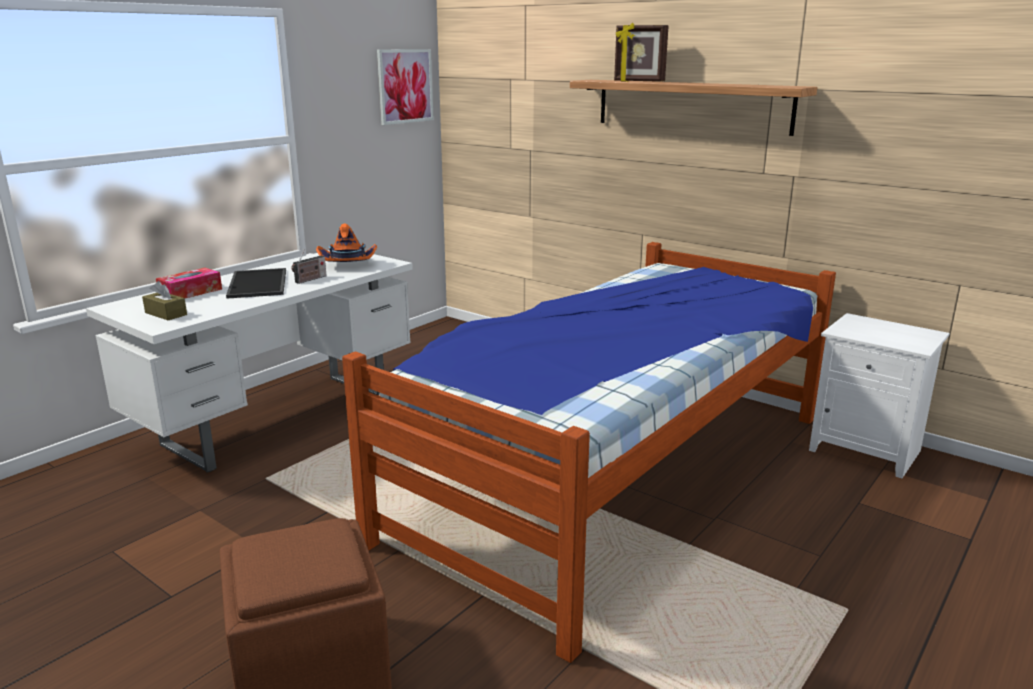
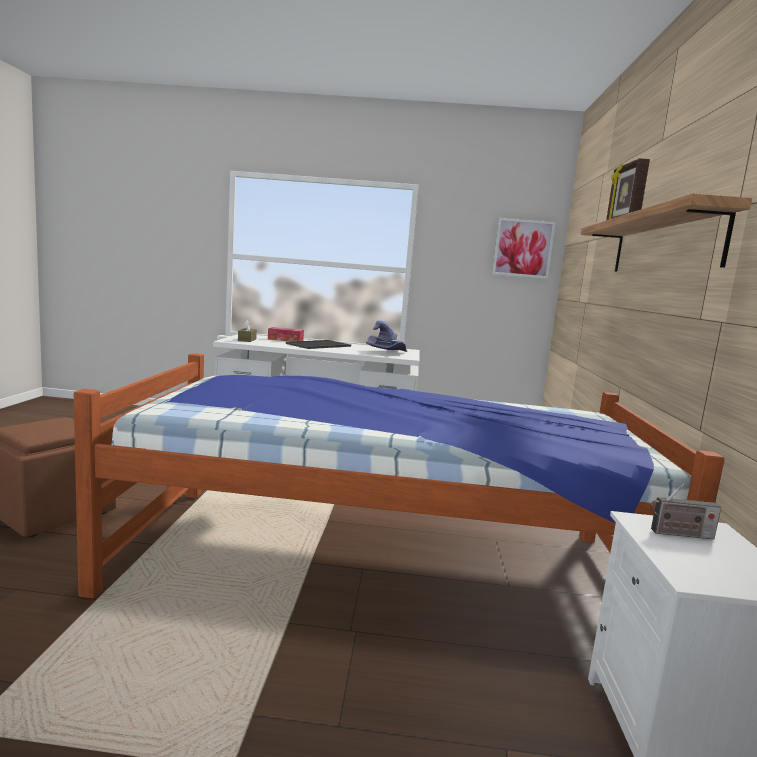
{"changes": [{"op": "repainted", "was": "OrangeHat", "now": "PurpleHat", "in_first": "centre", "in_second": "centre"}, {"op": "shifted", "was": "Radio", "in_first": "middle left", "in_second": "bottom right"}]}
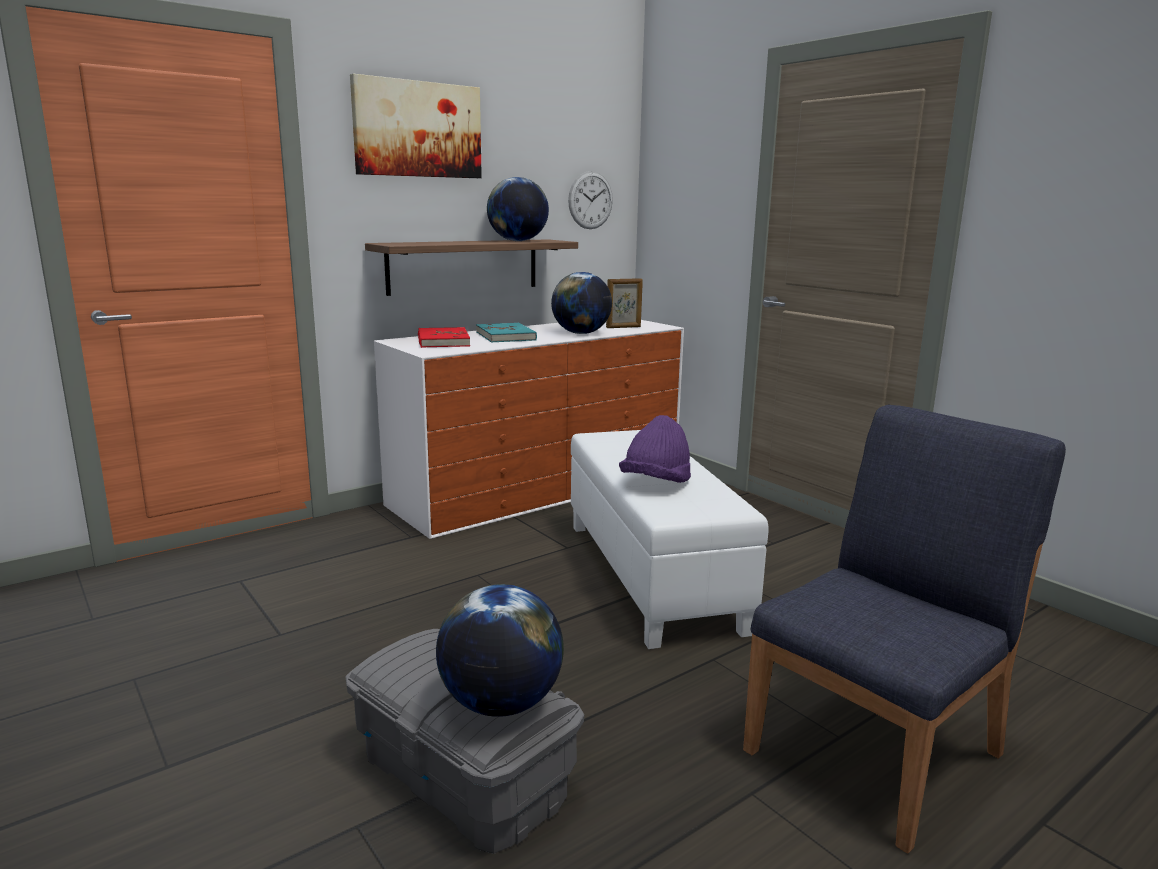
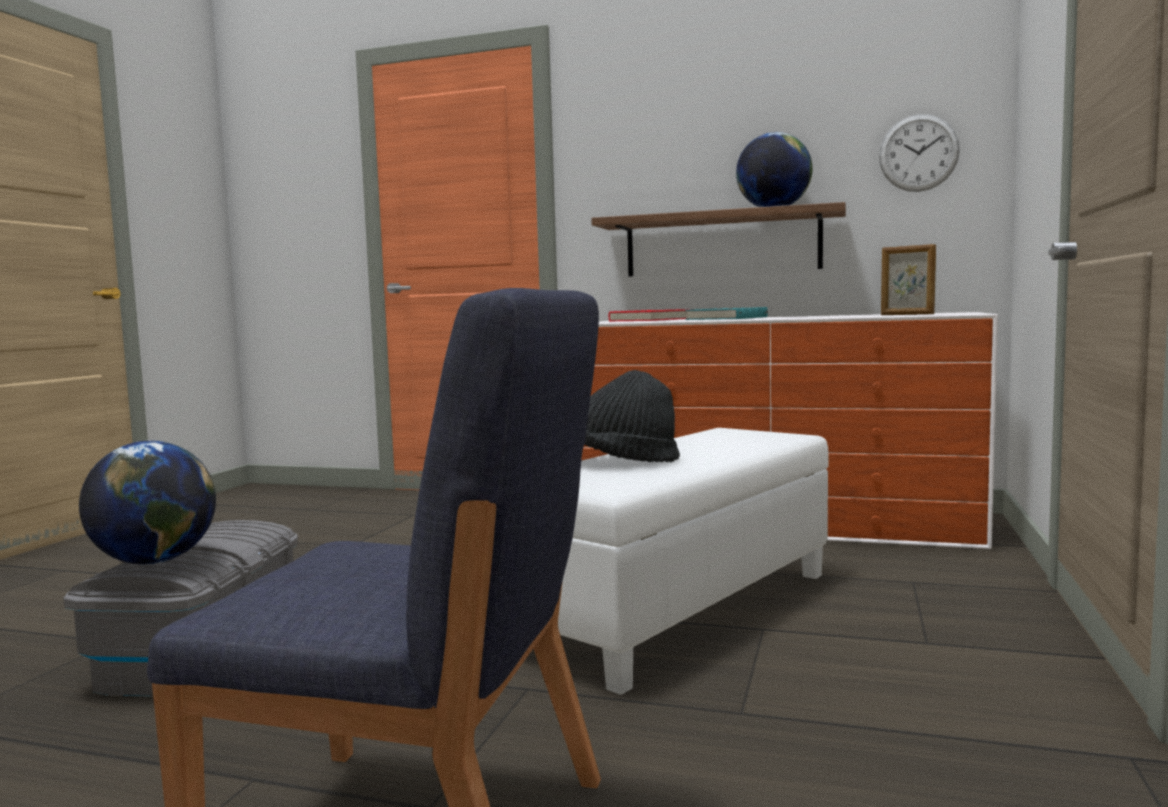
{"changes": [{"op": "gone", "was": "Picture", "in_first": "top centre"}, {"op": "gone", "was": "Globe (no. 3 from left)", "in_first": "centre"}, {"op": "repainted", "was": "PurpleHat", "now": "BlackHat", "in_first": "centre", "in_second": "centre"}]}
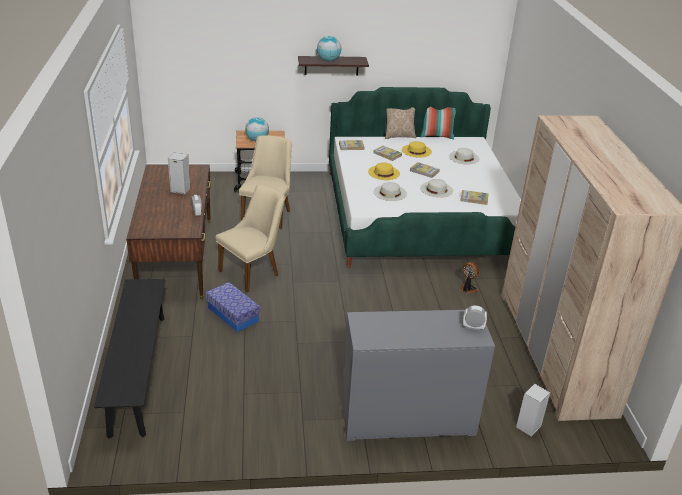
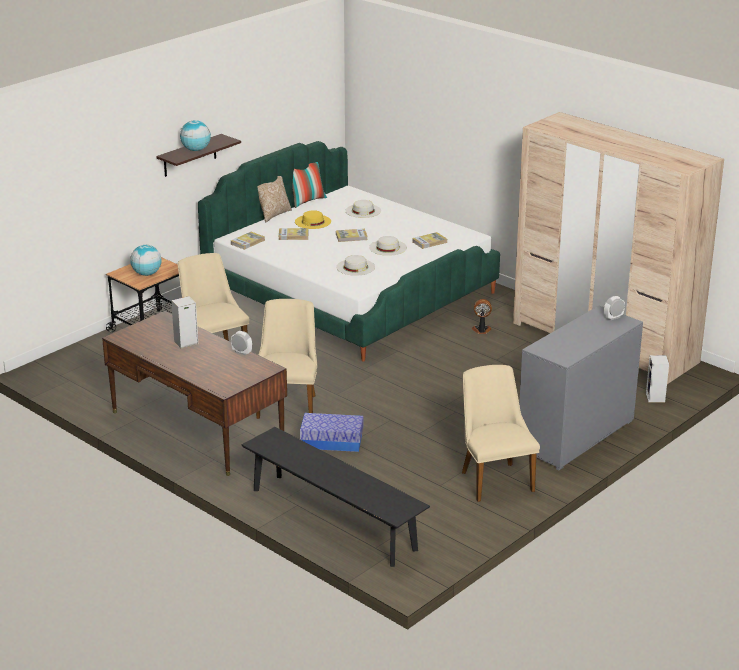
{"changes": [{"op": "gone", "was": "YellowHat (no. 1 from left)", "in_first": "centre"}, {"op": "new", "now": "BeigeChair (no. 3 from left)", "in_second": "middle right"}]}
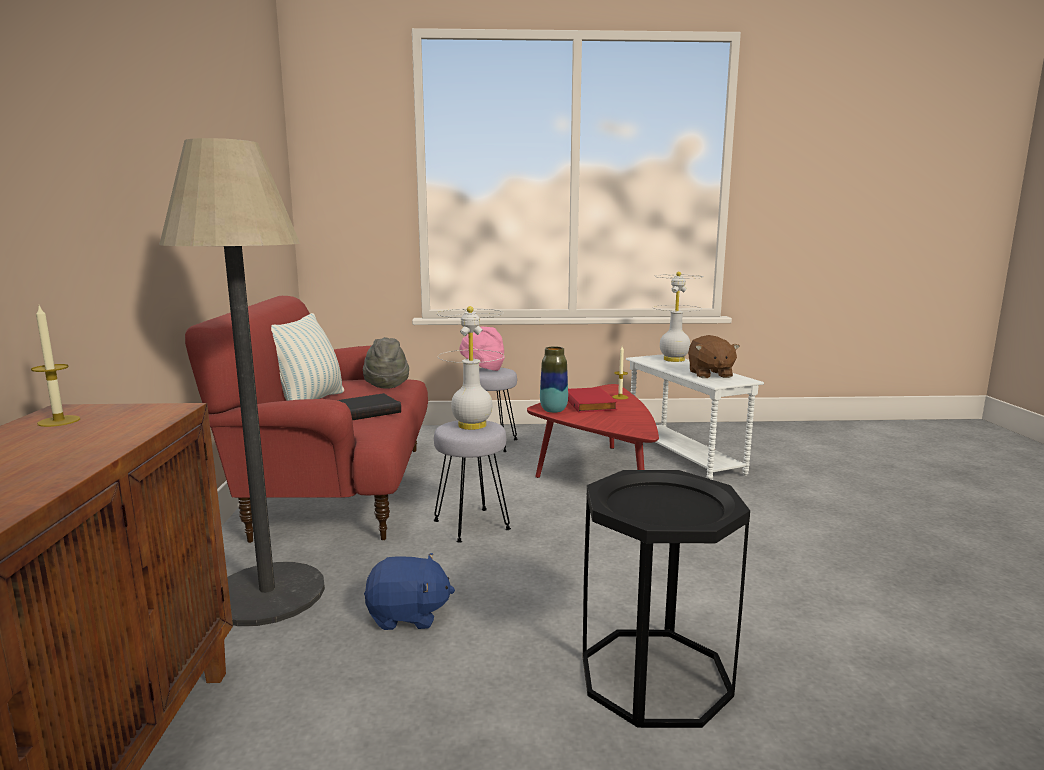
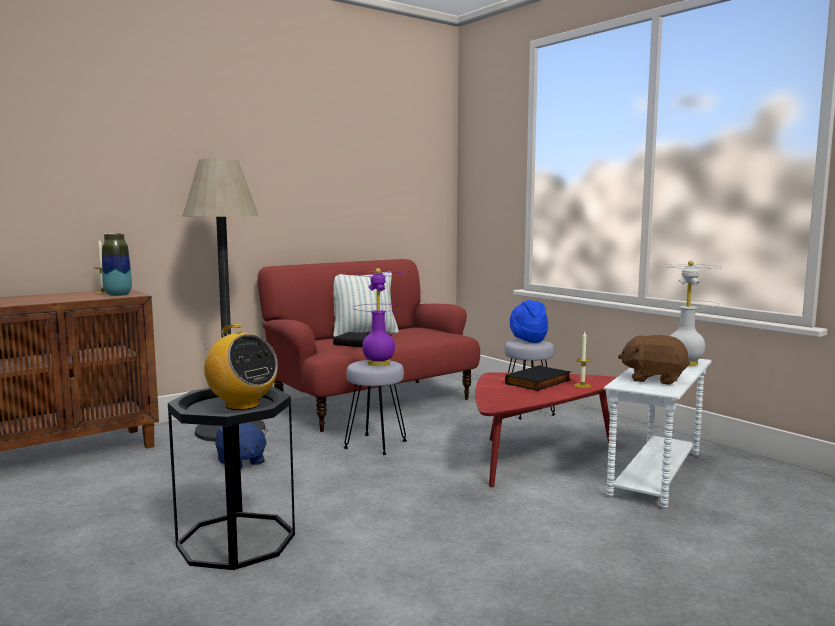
{"changes": [{"op": "repainted", "was": "WhiteTableLamp (no. 1 from left)", "now": "PurpleTableLamp", "in_first": "centre", "in_second": "centre"}, {"op": "repainted", "was": "PinkHat", "now": "BlueHat", "in_first": "centre", "in_second": "centre"}, {"op": "rotated", "was": "BrownPlushToy", "in_first": "middle right", "in_second": "middle right", "clockwise": 60}, {"op": "gone", "was": "GreyHat", "in_first": "centre"}, {"op": "shifted", "was": "Vase", "in_first": "centre", "in_second": "middle left"}, {"op": "repainted", "was": "RedBook", "now": "BlackBook (no. 2 from left)", "in_first": "centre", "in_second": "centre"}, {"op": "new", "now": "Radio", "in_second": "middle left"}]}
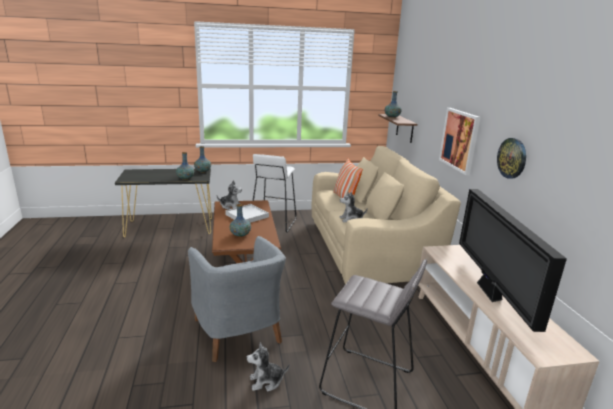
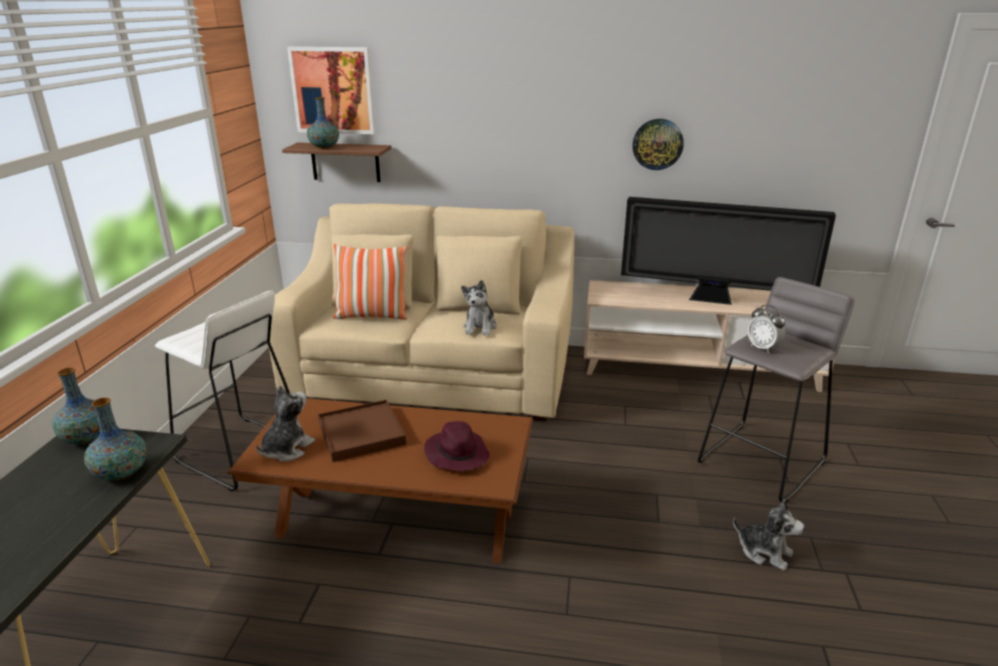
{"changes": [{"op": "shifted", "was": "Picture", "in_first": "middle right", "in_second": "top left"}, {"op": "repainted", "was": "WhiteTray", "now": "BrownTray", "in_first": "centre", "in_second": "centre"}, {"op": "swapped", "was": "Vase (no. 3 from left)", "now": "PurpleHat", "in_first": "centre", "in_second": "bottom centre"}, {"op": "gone", "was": "GreyArmchair", "in_first": "bottom centre"}, {"op": "rotated", "was": "PlushToy (no. 2 from left in the first image)", "in_first": "bottom centre", "in_second": "bottom right", "clockwise": -60}, {"op": "new", "now": "AlarmClock", "in_second": "middle right"}]}
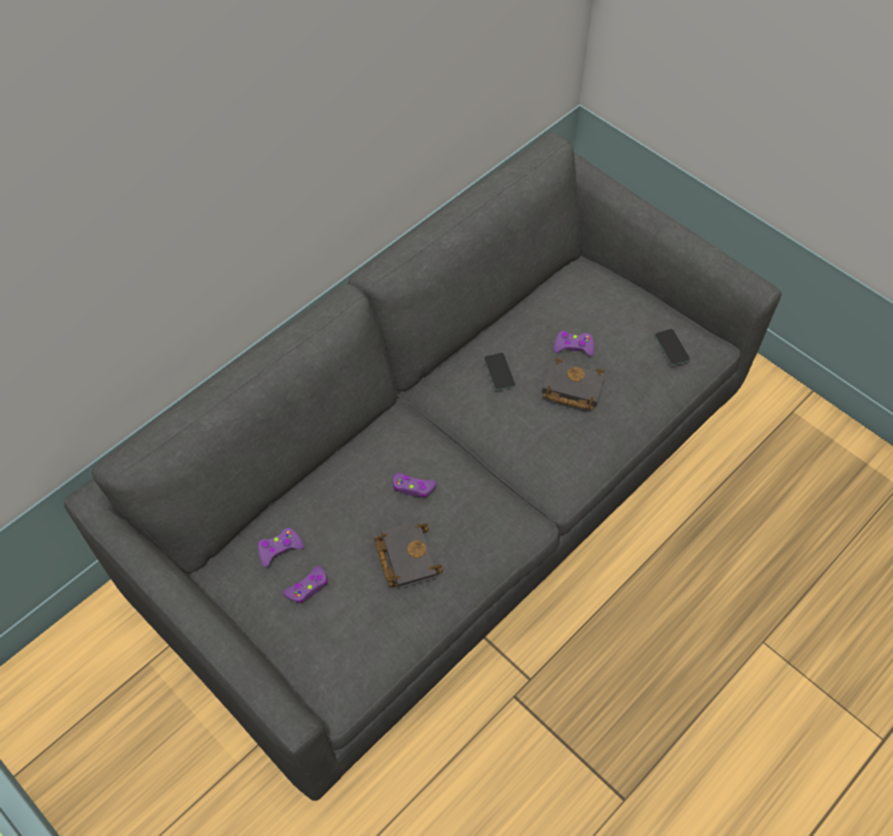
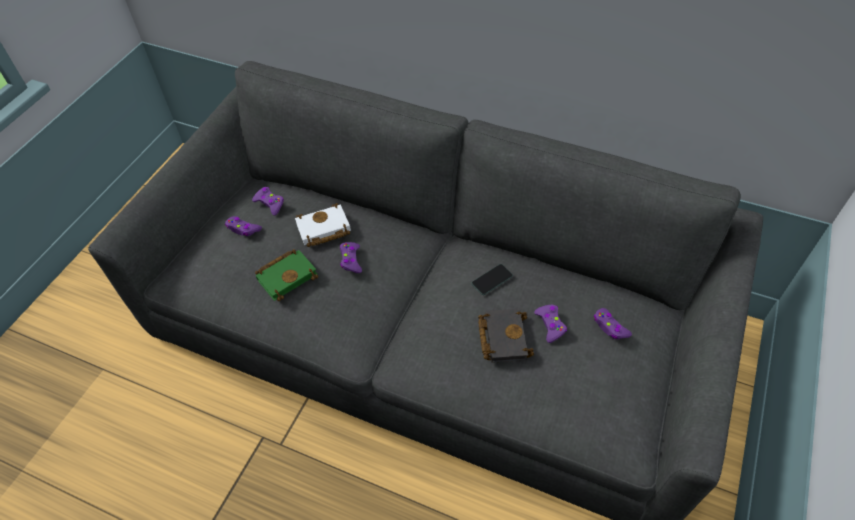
{"changes": [{"op": "gone", "was": "Phone (no. 2 from left)", "in_first": "middle right"}, {"op": "repainted", "was": "BlackBook (no. 1 from left)", "now": "GreenBook", "in_first": "centre", "in_second": "centre"}, {"op": "new", "now": "WhiteBook", "in_second": "centre"}, {"op": "new", "now": "PurpleGameController (no. 5 from left)", "in_second": "middle right"}]}
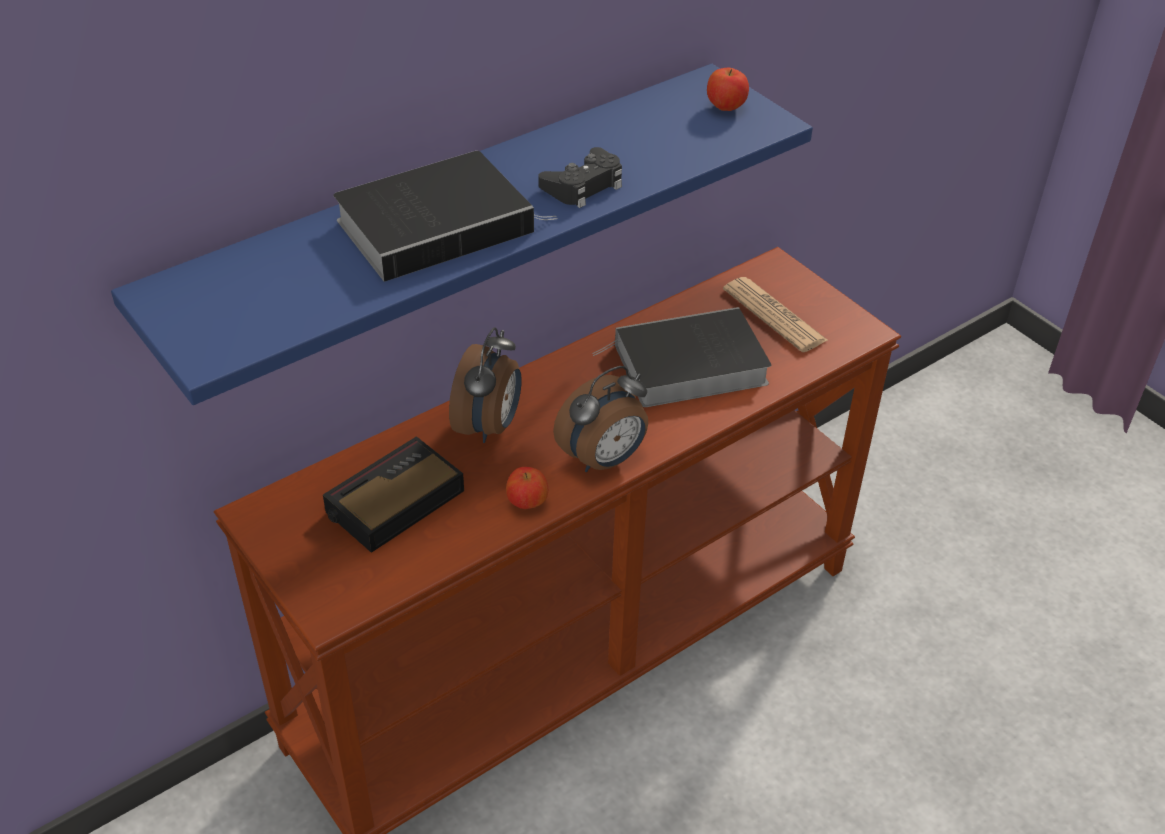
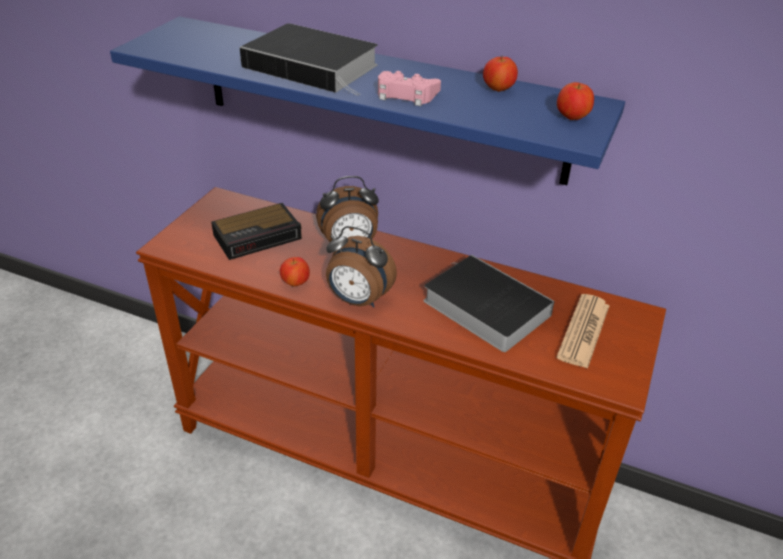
{"changes": [{"op": "repainted", "was": "BlackGameController", "now": "PinkGameController", "in_first": "top centre", "in_second": "top centre"}, {"op": "rotated", "was": "AlarmClock (no. 1 from left)", "in_first": "centre", "in_second": "middle left", "clockwise": 135}, {"op": "new", "now": "Apple (no. 2 from left)", "in_second": "top centre"}]}
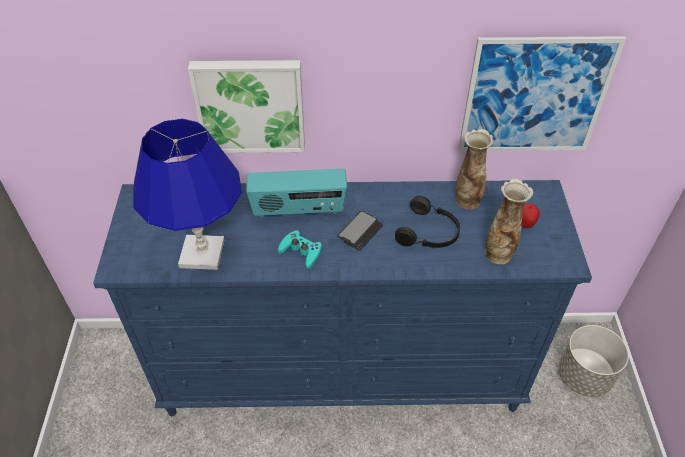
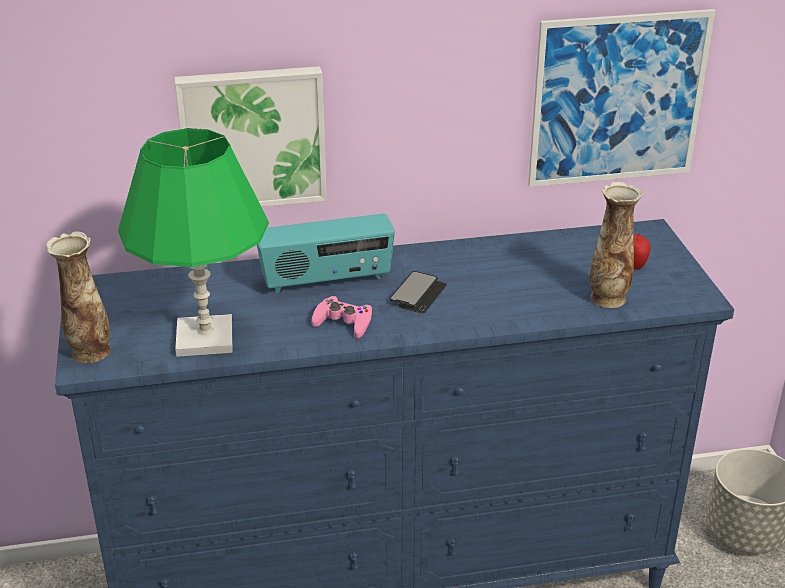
{"changes": [{"op": "repainted", "was": "BlueTableLamp", "now": "GreenTableLamp", "in_first": "middle left", "in_second": "middle left"}, {"op": "shifted", "was": "Vase (no. 1 from left)", "in_first": "middle right", "in_second": "middle left"}, {"op": "gone", "was": "BlackHeadphones", "in_first": "centre"}, {"op": "repainted", "was": "TurquoiseGameController", "now": "PinkGameController", "in_first": "centre", "in_second": "centre"}]}
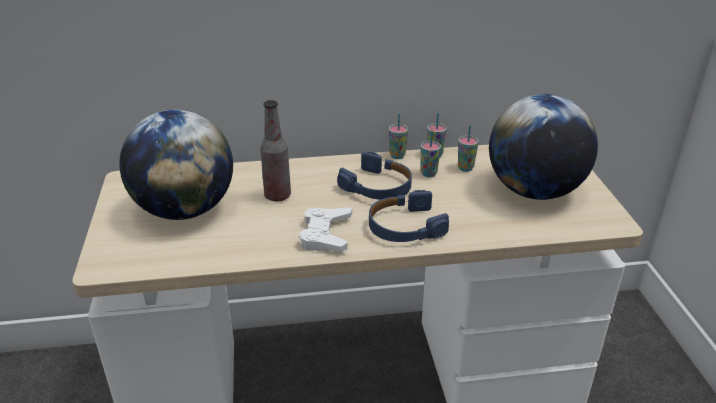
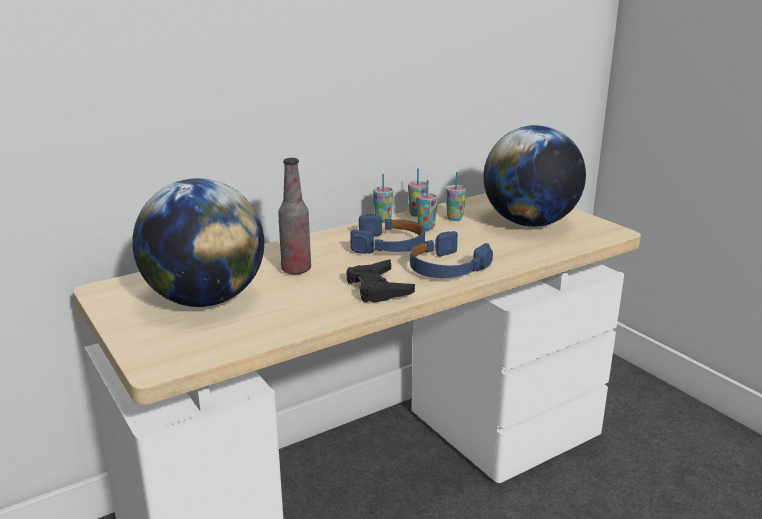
{"changes": [{"op": "repainted", "was": "WhiteGameController", "now": "BlackGameController", "in_first": "centre", "in_second": "centre"}]}
